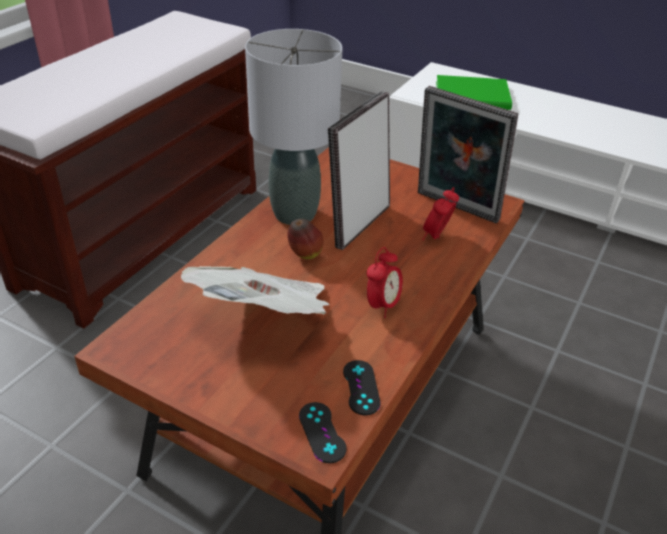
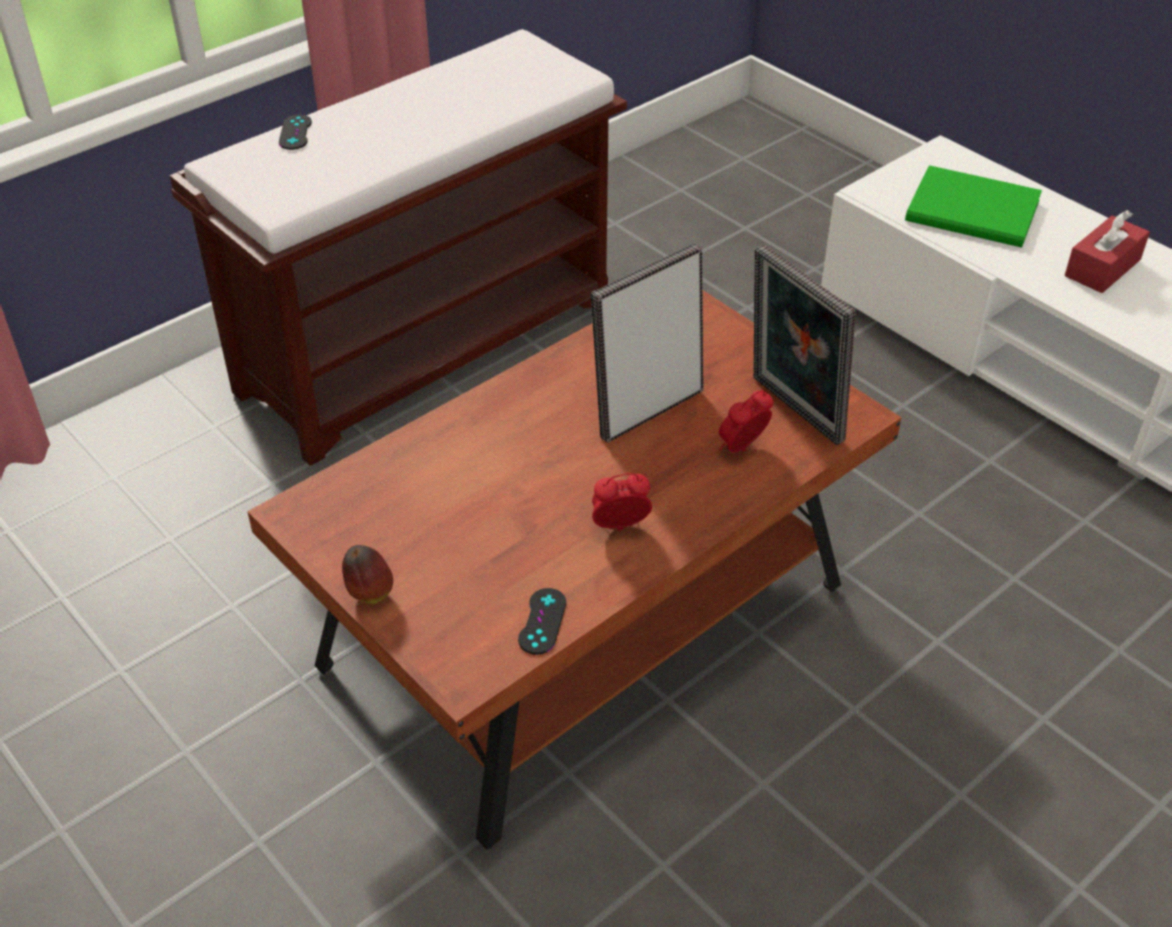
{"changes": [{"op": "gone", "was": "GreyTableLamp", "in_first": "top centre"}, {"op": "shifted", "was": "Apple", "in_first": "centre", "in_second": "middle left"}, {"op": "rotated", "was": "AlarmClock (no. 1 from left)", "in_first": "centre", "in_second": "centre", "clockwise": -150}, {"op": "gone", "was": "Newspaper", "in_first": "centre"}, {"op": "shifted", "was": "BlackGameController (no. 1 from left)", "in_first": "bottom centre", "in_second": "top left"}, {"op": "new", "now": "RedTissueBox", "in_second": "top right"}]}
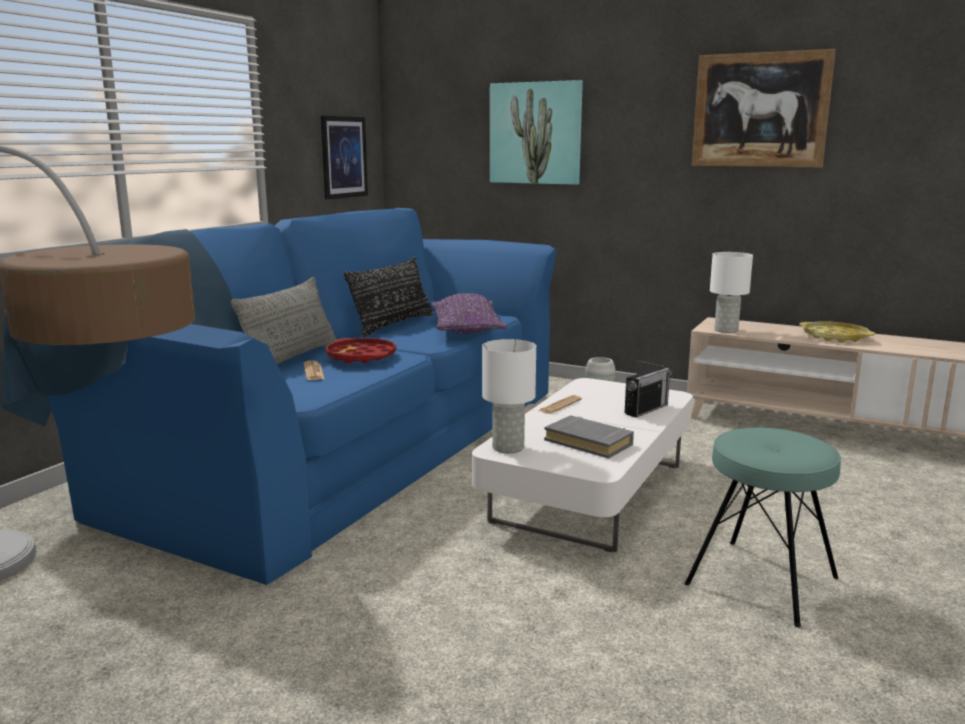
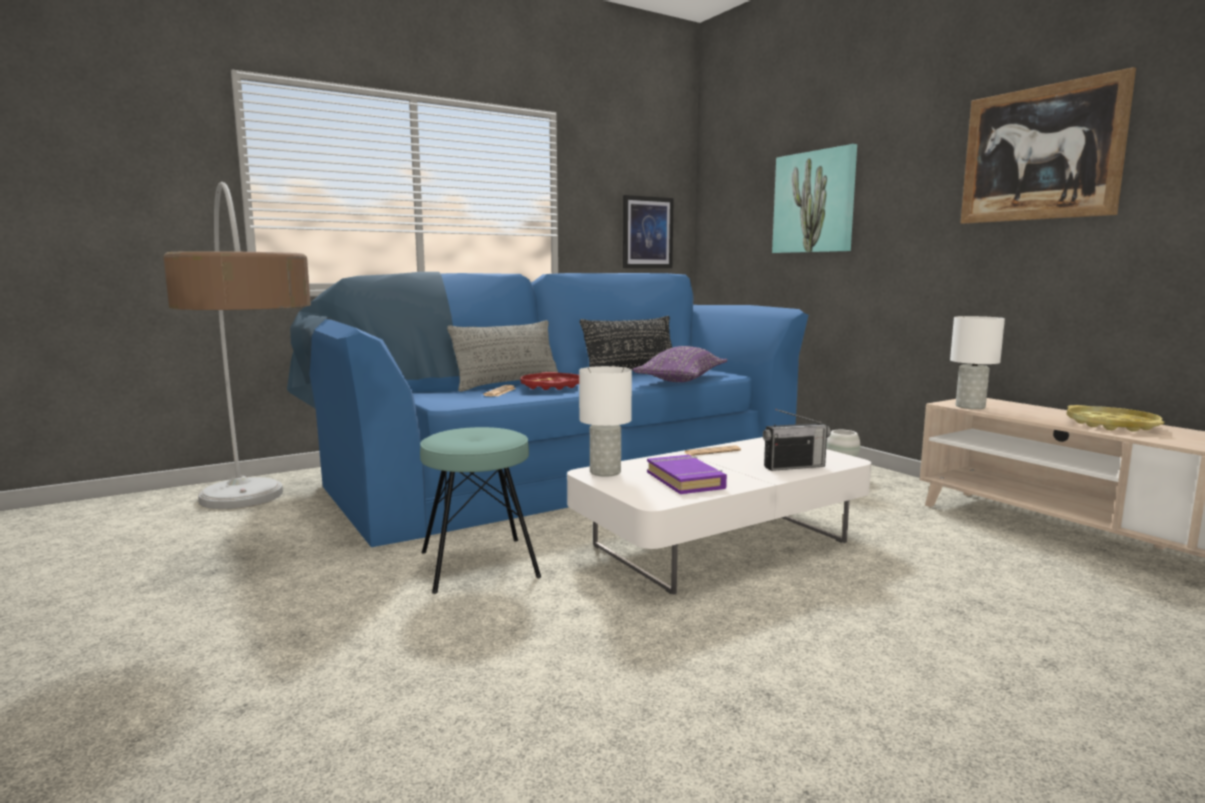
{"changes": [{"op": "repainted", "was": "GreyBook", "now": "PurpleBook", "in_first": "centre", "in_second": "centre"}, {"op": "shifted", "was": "TurquoiseStool", "in_first": "bottom right", "in_second": "centre"}]}
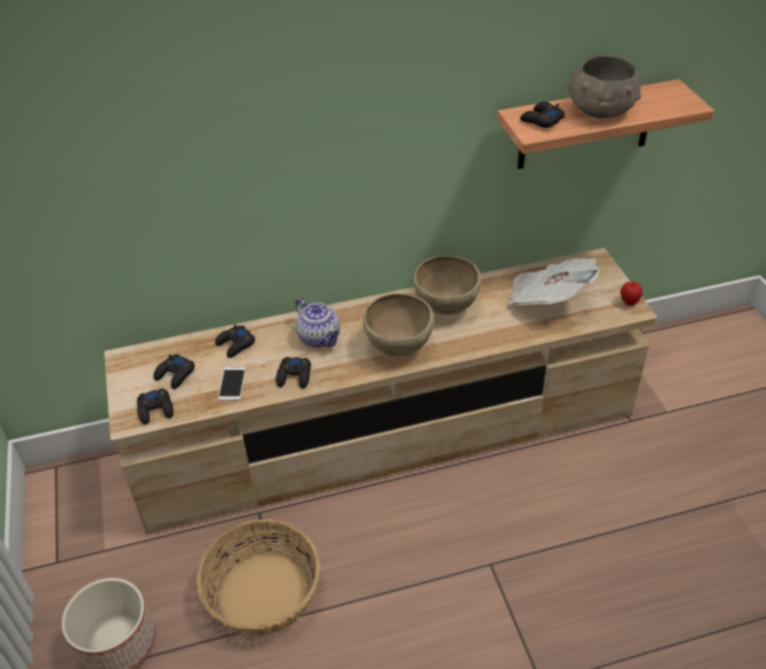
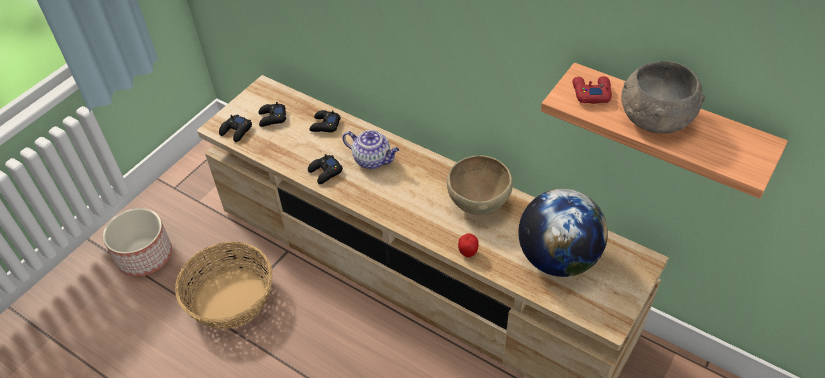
{"changes": [{"op": "repainted", "was": "BlackGameController (no. 5 from left)", "now": "RedGameController", "in_first": "top right", "in_second": "top right"}, {"op": "swapped", "was": "Newspaper", "now": "Globe", "in_first": "middle right", "in_second": "middle right"}, {"op": "shifted", "was": "Apple", "in_first": "middle right", "in_second": "centre"}, {"op": "gone", "was": "BrownBowl (no. 1 from left)", "in_first": "centre"}, {"op": "rotated", "was": "Teapot", "in_first": "centre", "in_second": "centre", "clockwise": -75}, {"op": "gone", "was": "Phone", "in_first": "middle left"}]}
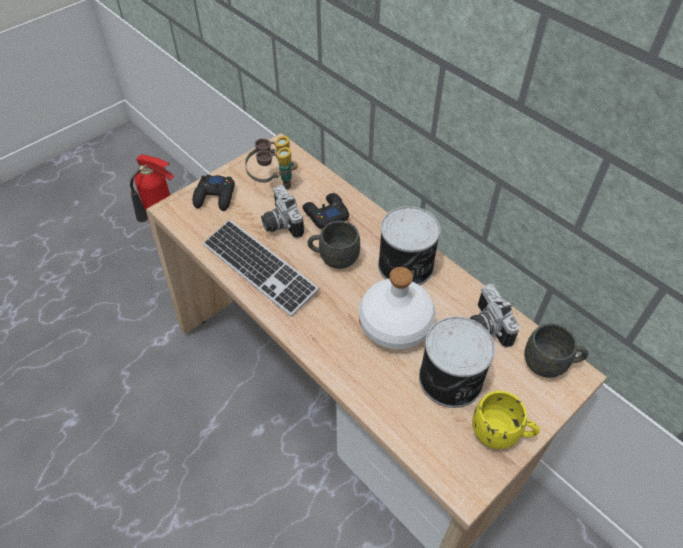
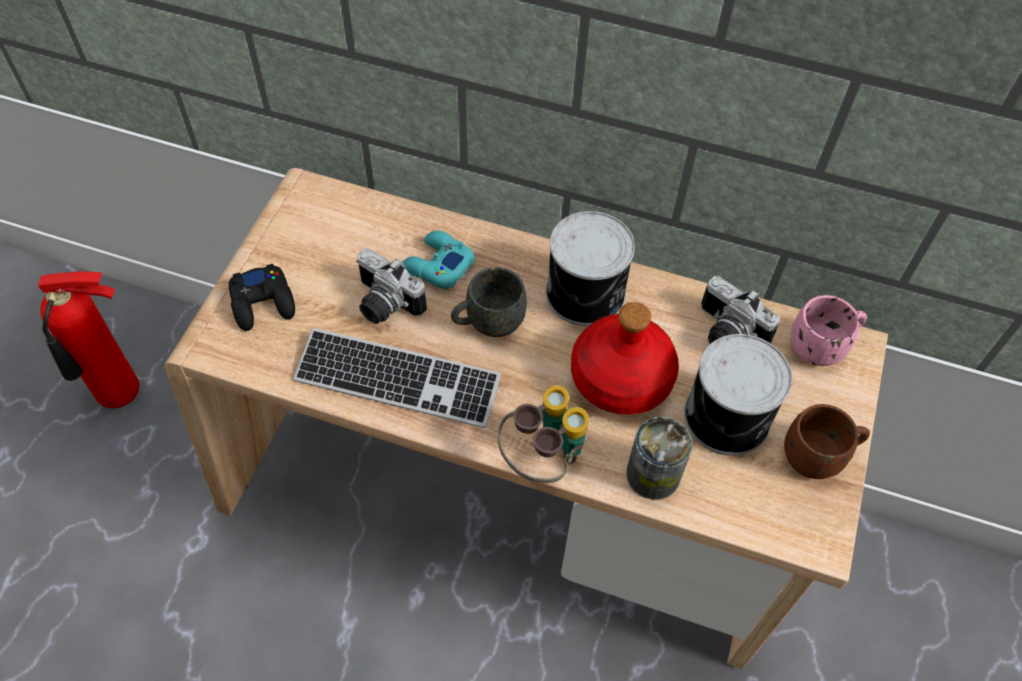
{"changes": [{"op": "shifted", "was": "Binoculars", "in_first": "top centre", "in_second": "centre"}, {"op": "repainted", "was": "BlackGameController (no. 2 from left)", "now": "TurquoiseGameController", "in_first": "centre", "in_second": "centre"}, {"op": "repainted", "was": "WhiteBottle", "now": "RedBottle", "in_first": "centre", "in_second": "centre"}, {"op": "repainted", "was": "GreyMug (no. 2 from left)", "now": "PinkMug", "in_first": "middle right", "in_second": "middle right"}, {"op": "repainted", "was": "YellowMug", "now": "BrownMug", "in_first": "bottom right", "in_second": "middle right"}, {"op": "new", "now": "Can (no. 2 from left)", "in_second": "bottom centre"}]}
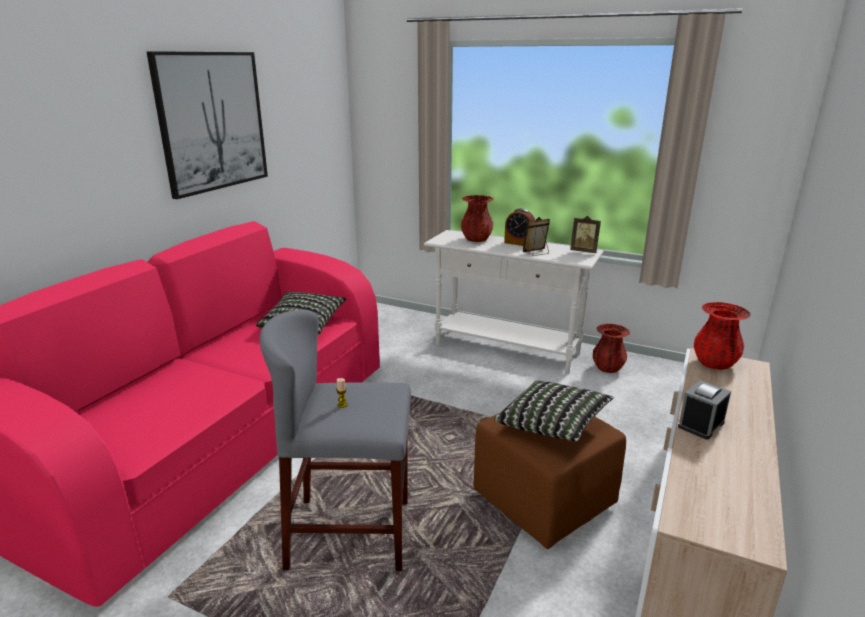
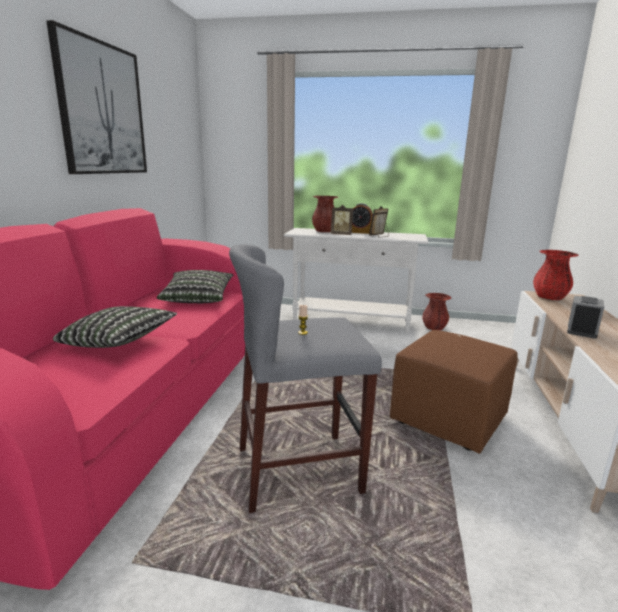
{"changes": [{"op": "shifted", "was": "PictureFrame (no. 2 from left in the first image)", "now": "PictureFrame (no. 1 from left)", "in_first": "middle right", "in_second": "centre"}, {"op": "shifted", "was": "Pillow (no. 2 from left in the first image)", "now": "Pillow (no. 1 from left)", "in_first": "centre", "in_second": "middle left"}]}
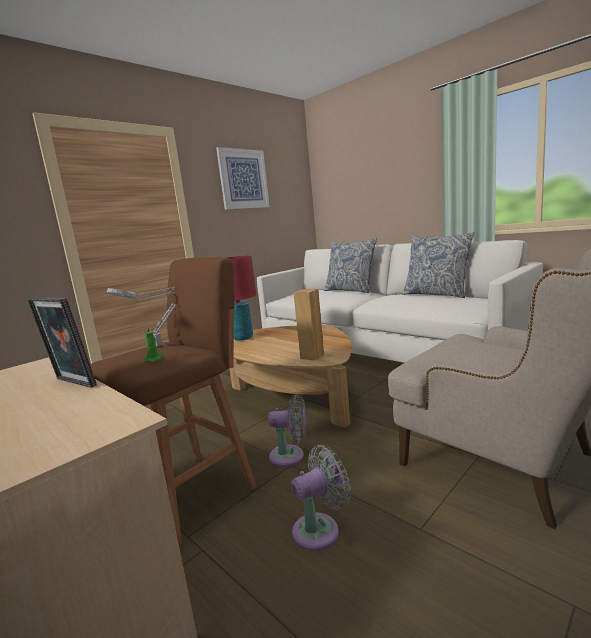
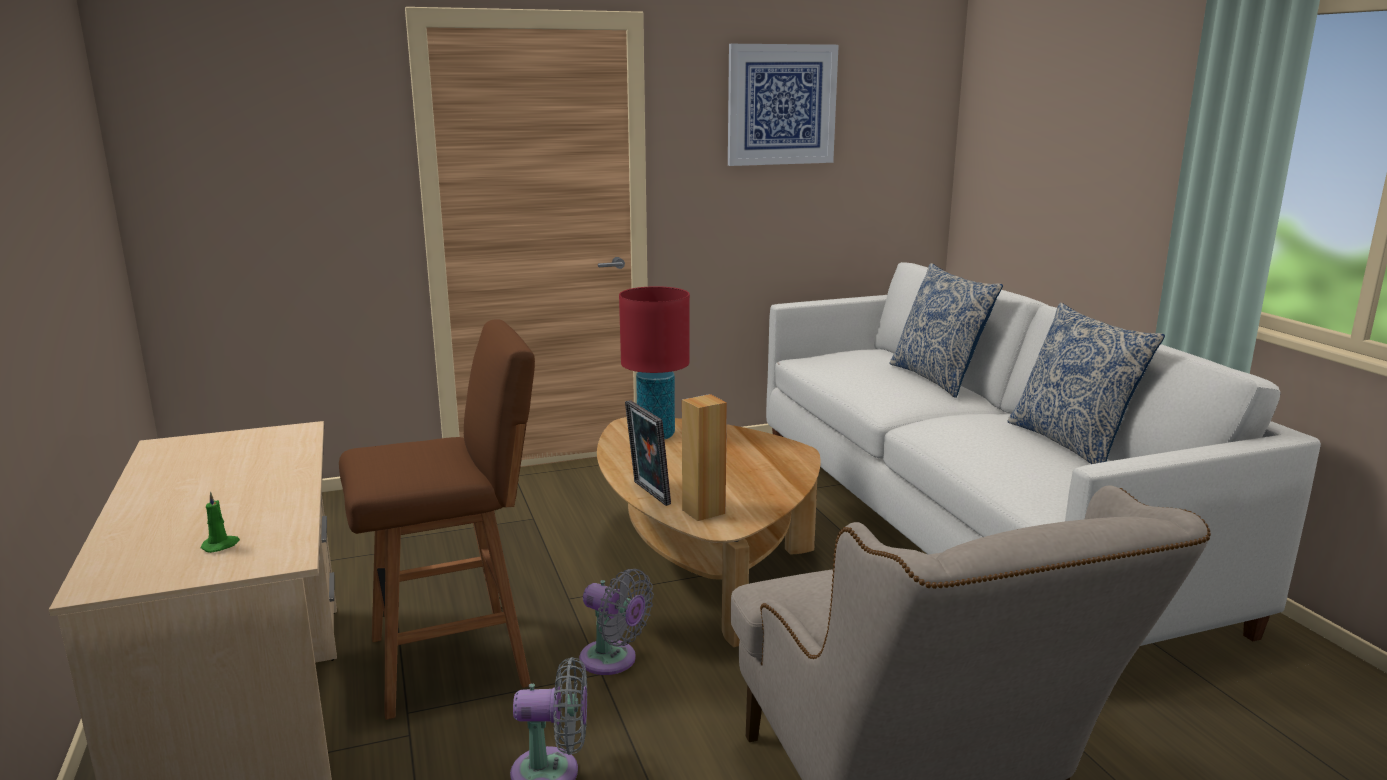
{"changes": [{"op": "gone", "was": "GreyTableLamp", "in_first": "middle left"}, {"op": "shifted", "was": "PictureFrame", "in_first": "middle left", "in_second": "centre"}, {"op": "shifted", "was": "GreenCandle", "in_first": "middle left", "in_second": "bottom left"}]}
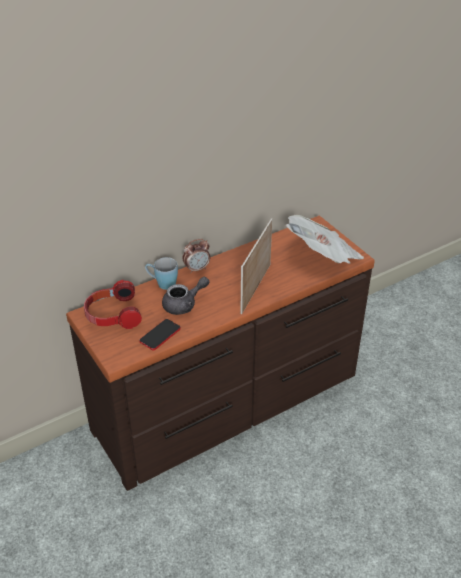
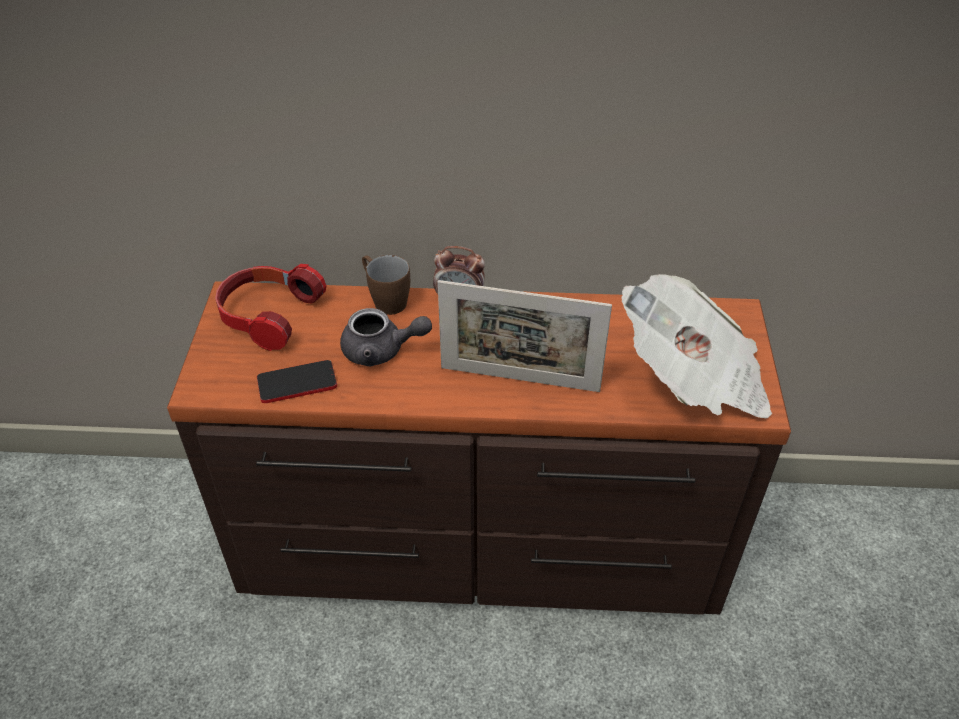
{"changes": [{"op": "rotated", "was": "PictureFrame", "in_first": "centre", "in_second": "centre", "clockwise": -135}, {"op": "repainted", "was": "BlueMug", "now": "BrownMug", "in_first": "centre", "in_second": "centre"}]}
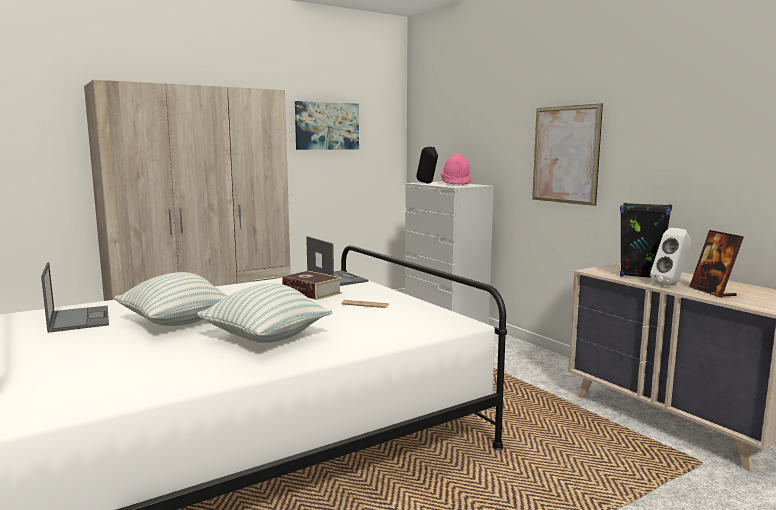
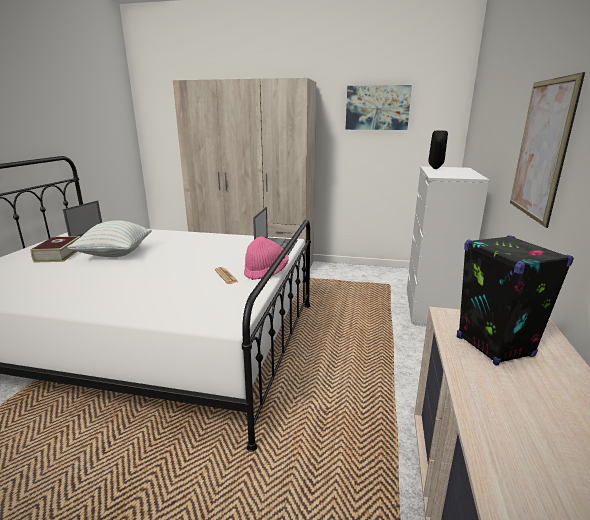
{"changes": [{"op": "shifted", "was": "PinkHat", "in_first": "top centre", "in_second": "centre"}, {"op": "gone", "was": "WhiteSpeaker", "in_first": "middle right"}, {"op": "gone", "was": "PictureFrame", "in_first": "middle right"}, {"op": "shifted", "was": "Book", "in_first": "centre", "in_second": "middle left"}, {"op": "gone", "was": "Pillow (no. 2 from left)", "in_first": "centre"}]}
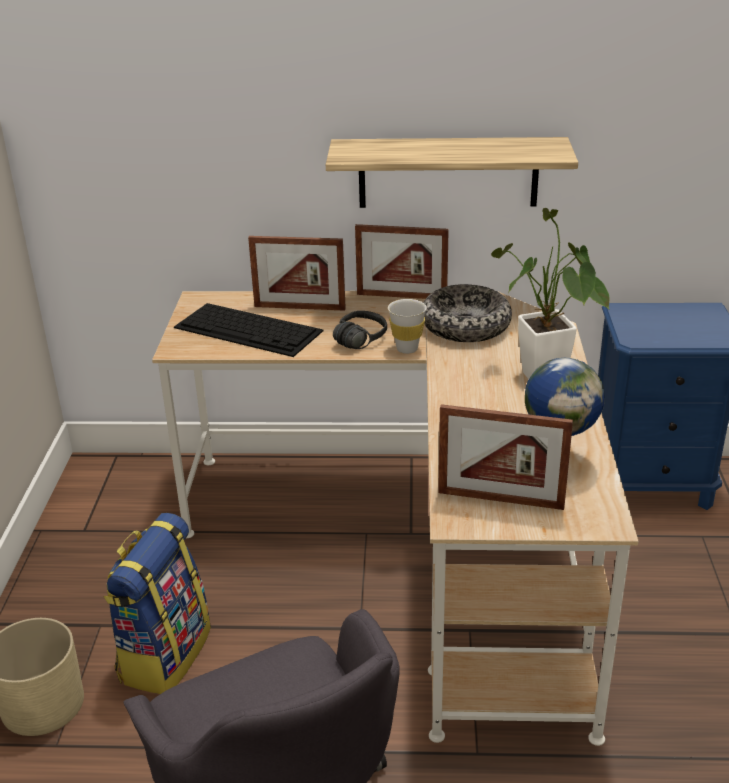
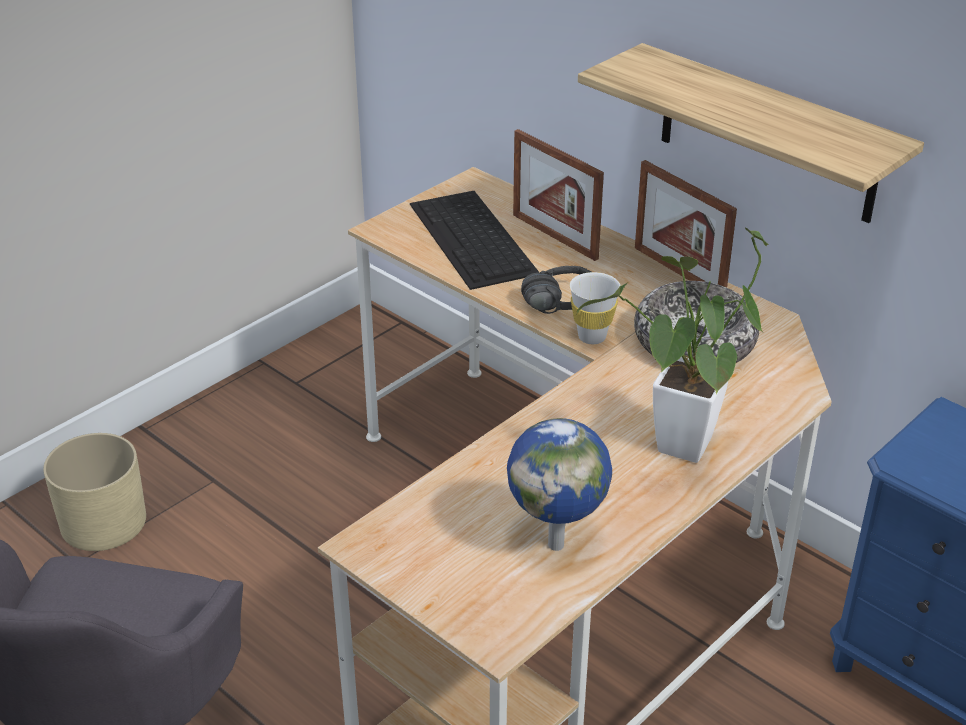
{"changes": [{"op": "gone", "was": "PictureFrame (no. 3 from left)", "in_first": "middle right"}, {"op": "gone", "was": "Backpack", "in_first": "bottom left"}]}
